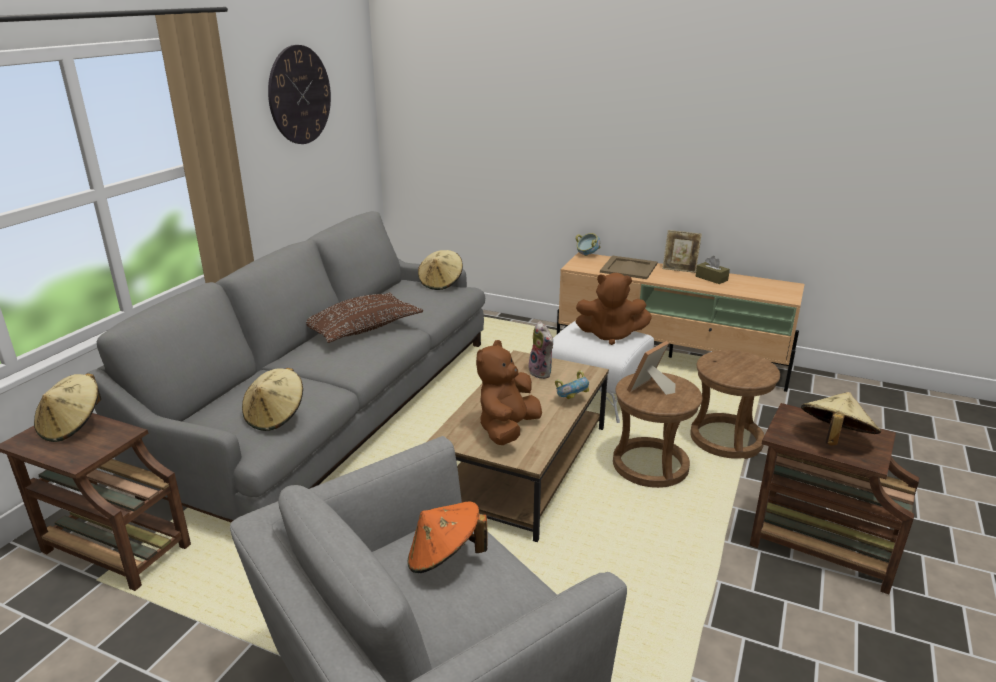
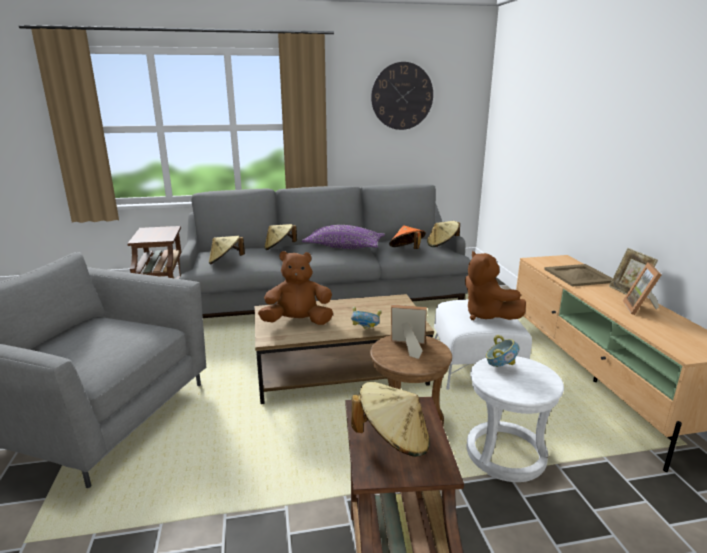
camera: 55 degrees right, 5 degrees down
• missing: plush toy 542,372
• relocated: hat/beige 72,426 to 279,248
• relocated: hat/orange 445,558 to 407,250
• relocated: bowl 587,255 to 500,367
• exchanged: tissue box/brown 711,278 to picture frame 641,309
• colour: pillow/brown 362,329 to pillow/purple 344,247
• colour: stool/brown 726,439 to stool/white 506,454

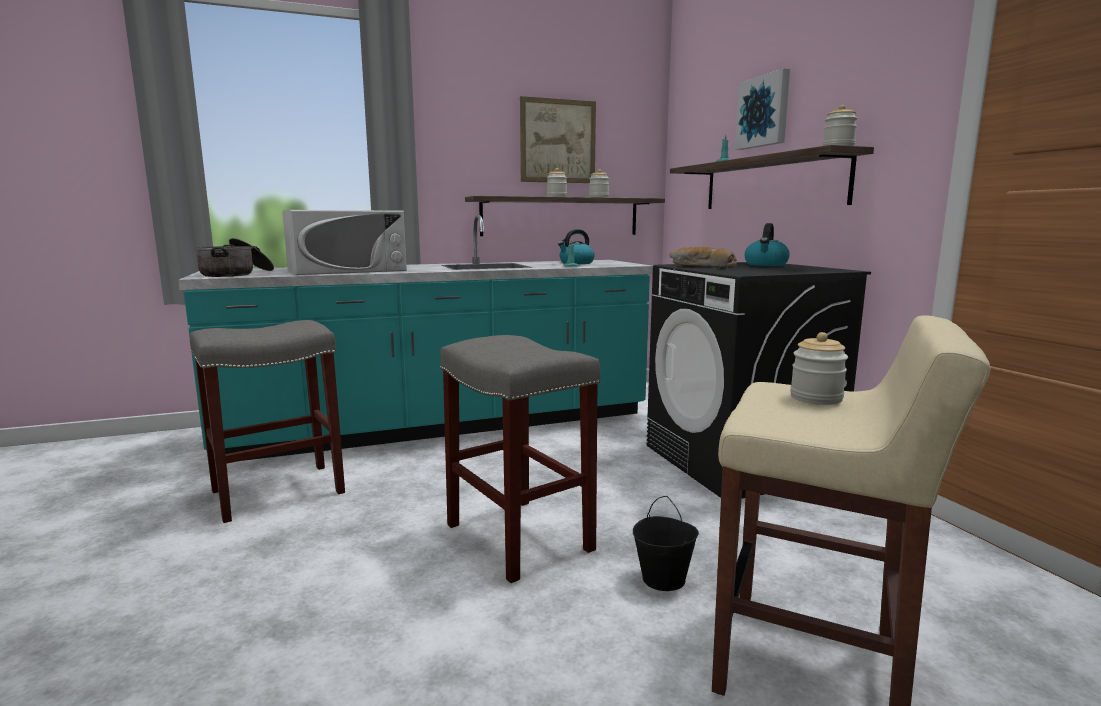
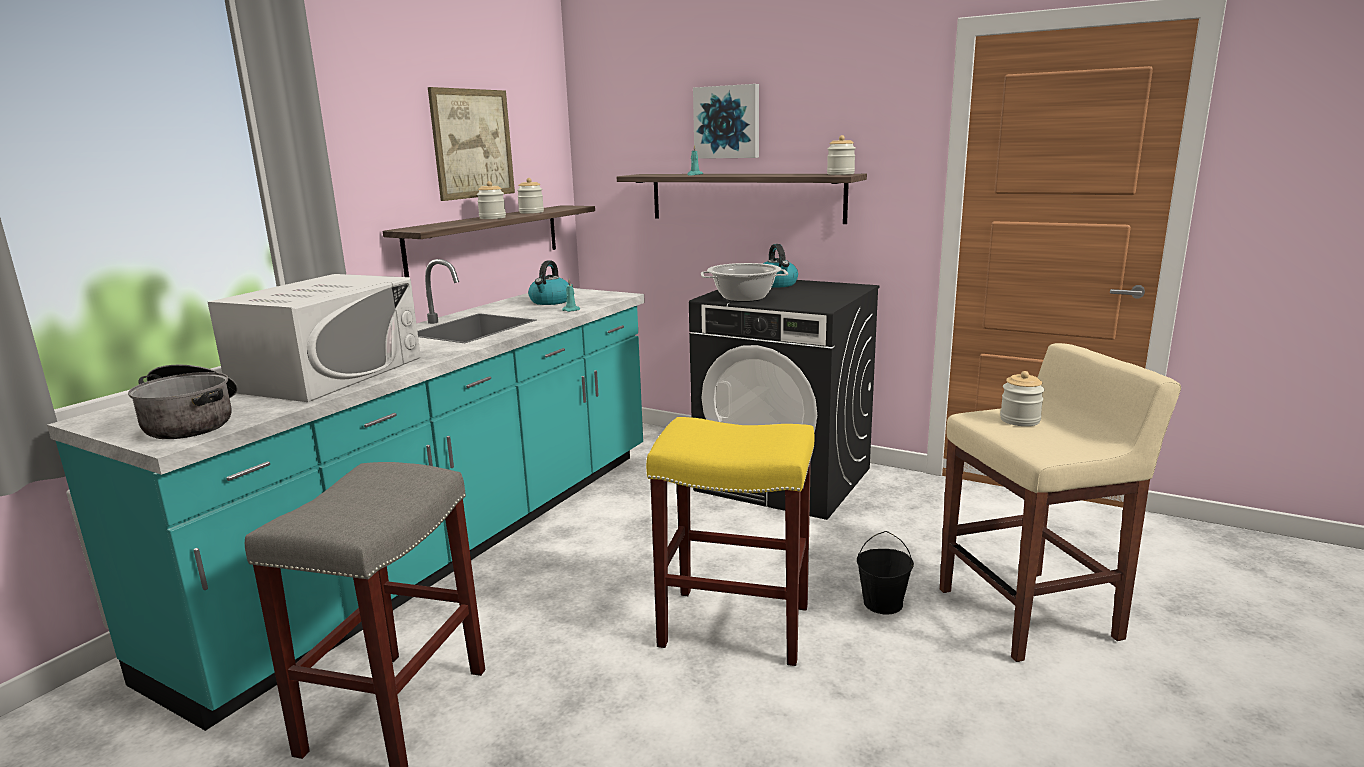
camera: 40 degrees left, 5 degrees up
• exchanged: bread 701,266 to cooking pot 743,298
• colour: stool/grey 520,538 to stool/yellow 737,625

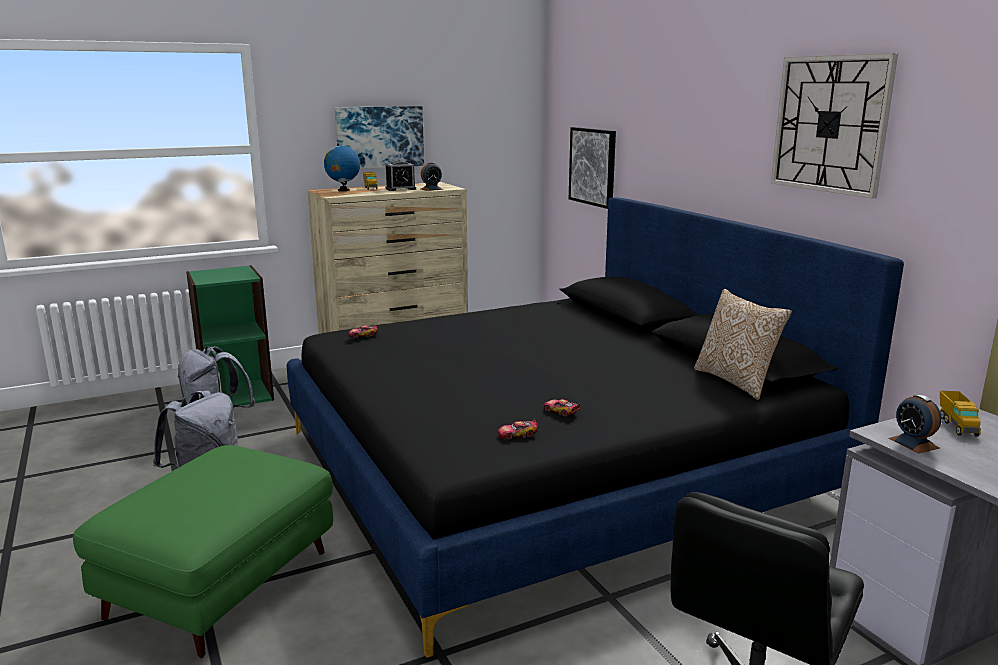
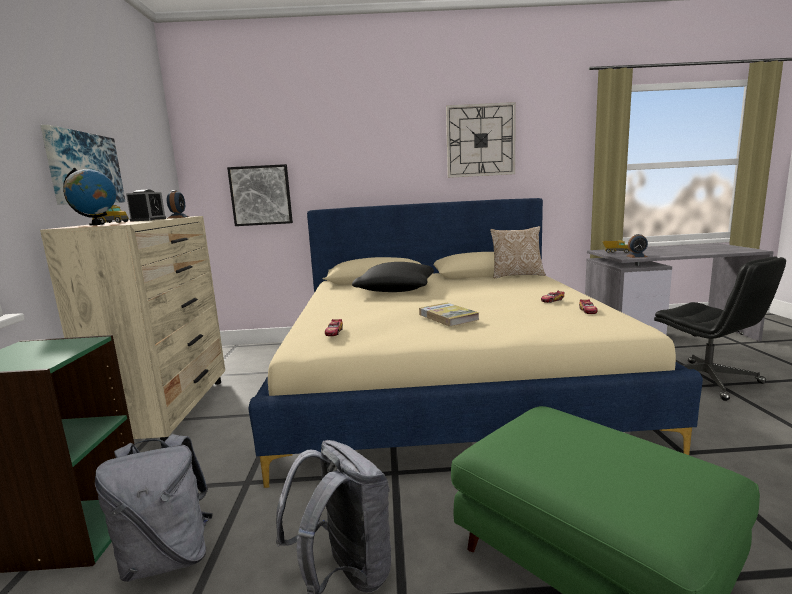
camera: 65 degrees left, 5 degrees down
• appeared: pillow/black 396,290
• appeared: book 448,317
• colour: bed/black 550,468 to bed/beige 446,381

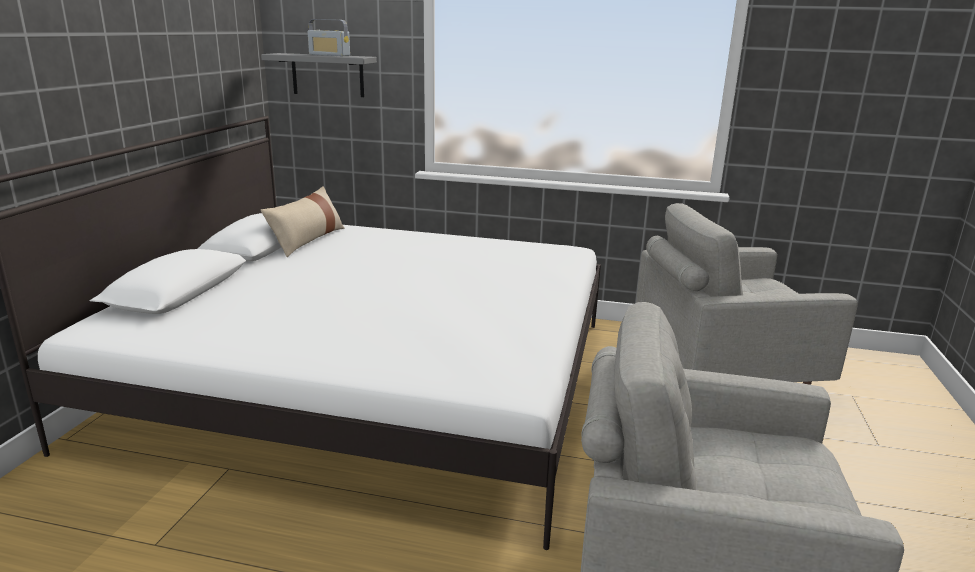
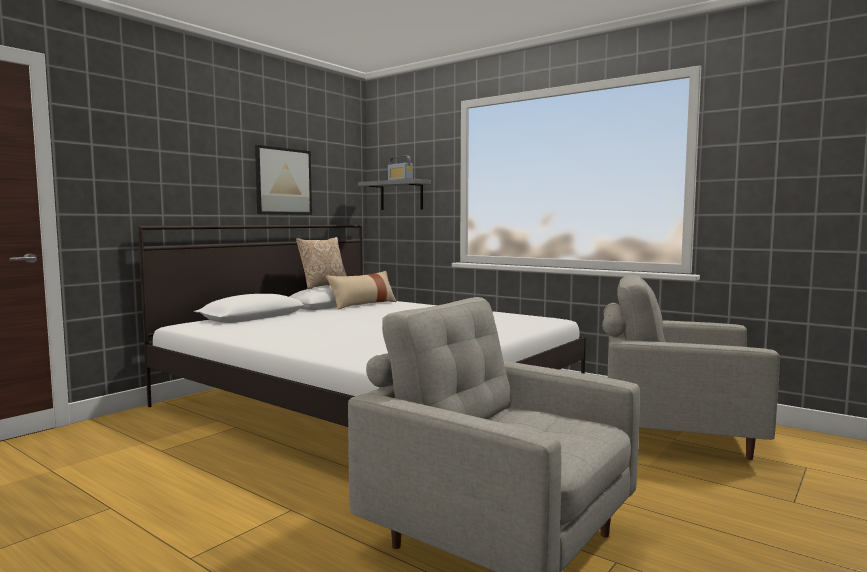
camera: 25 degrees right, 15 degrees down
• appeared: picture 283,181
• appeared: pillow 323,286

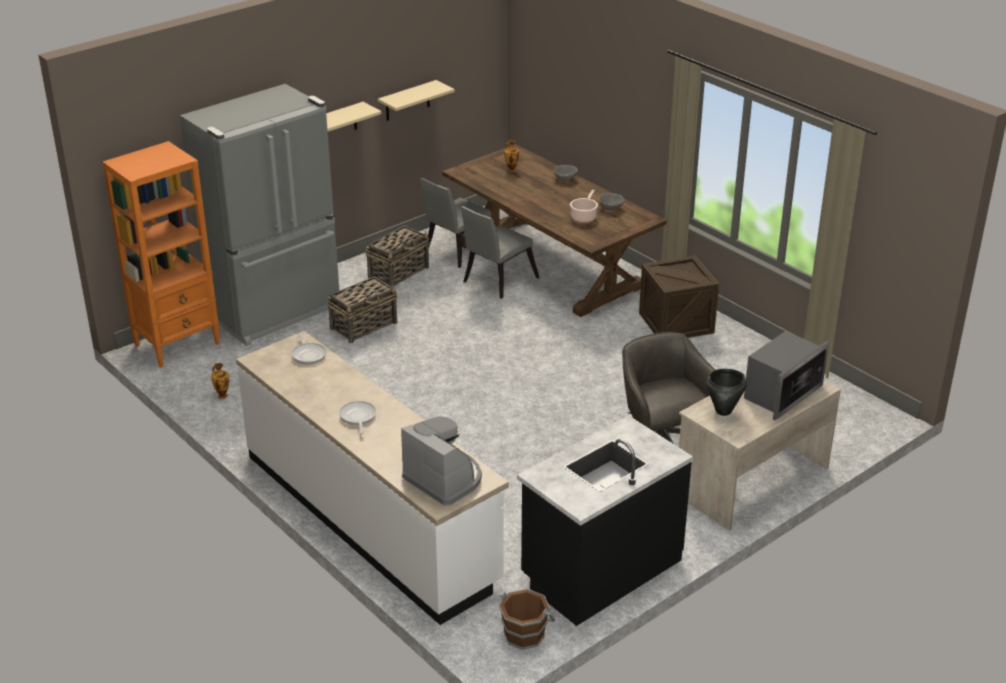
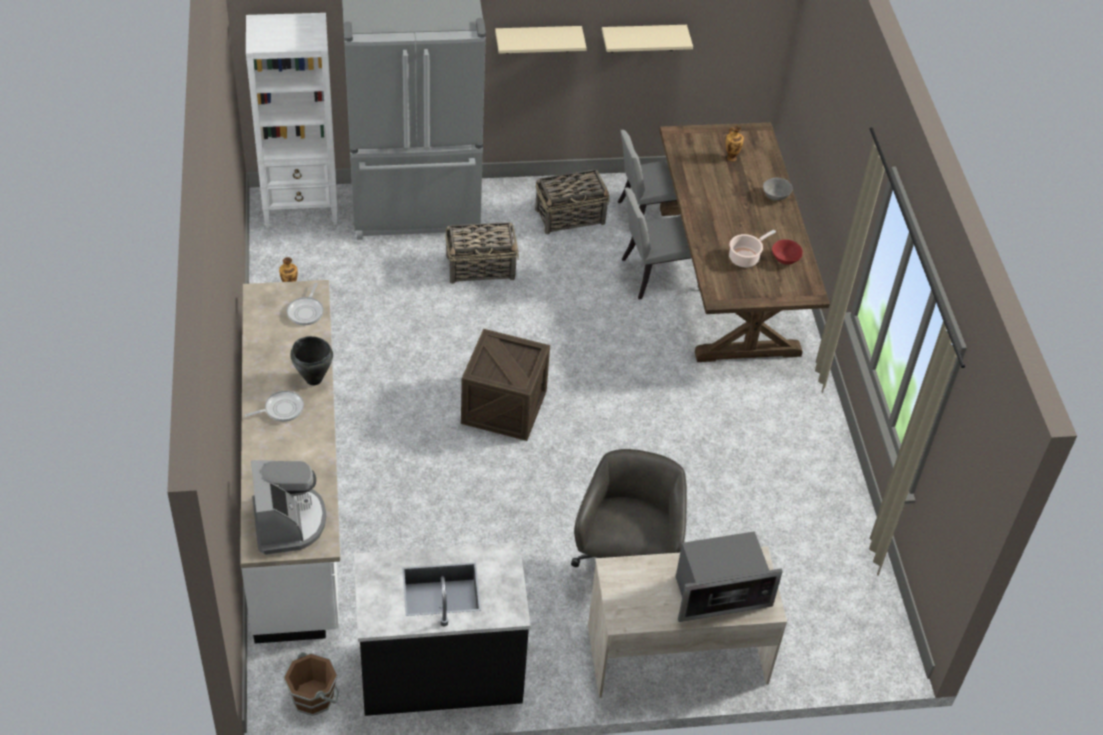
camera: 30 degrees right, 15 degrees up
• relocated: crate 676,323 to 504,407
• relocated: cooking pot/black 723,411 to 313,379
• colour: bookcase/orange 178,344 to bookcase/white 302,207
• colour: bowl/grey 610,208 to bowl/red 784,259
• spun: frying pan 358,417 = 281,409 45 degrees clockwise

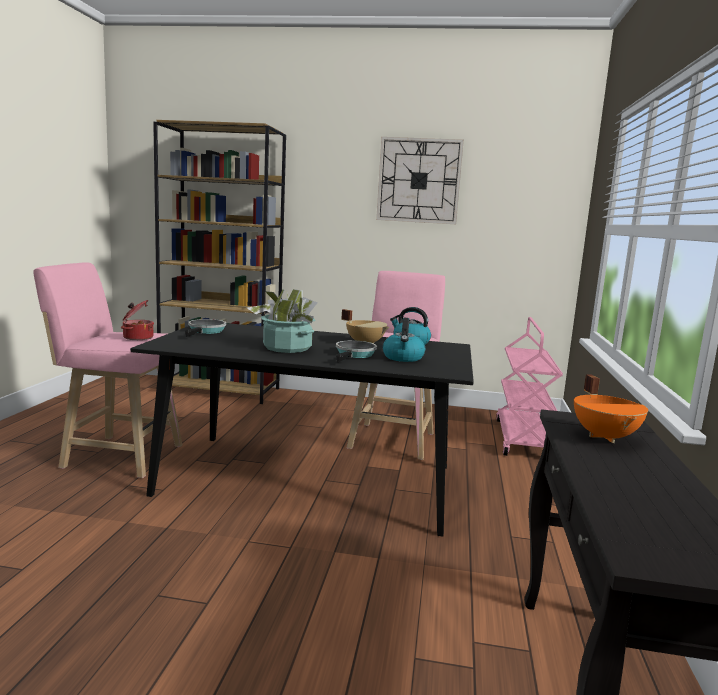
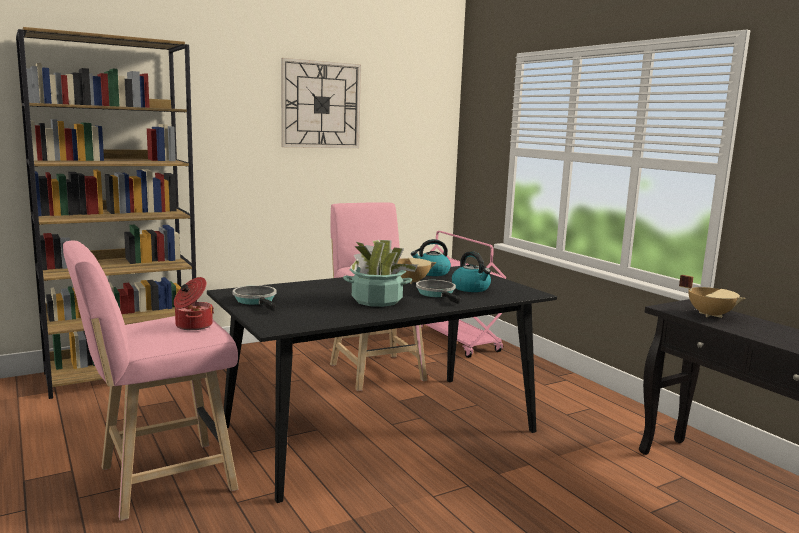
camera: 40 degrees left, 0 degrees up
• colour: cooking pot/orange 606,437 to cooking pot/beige 710,315

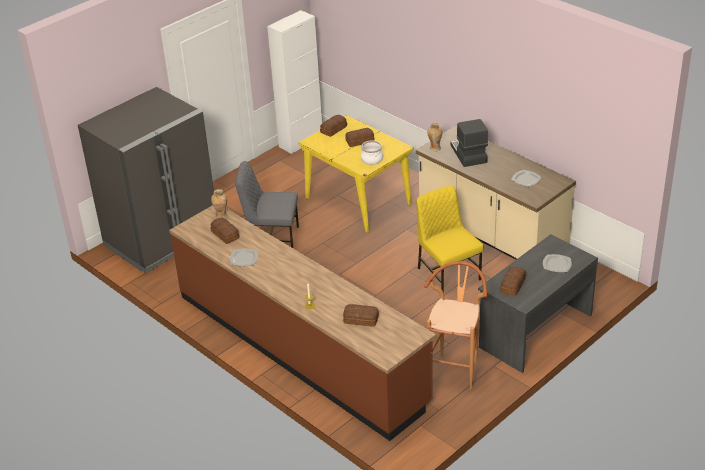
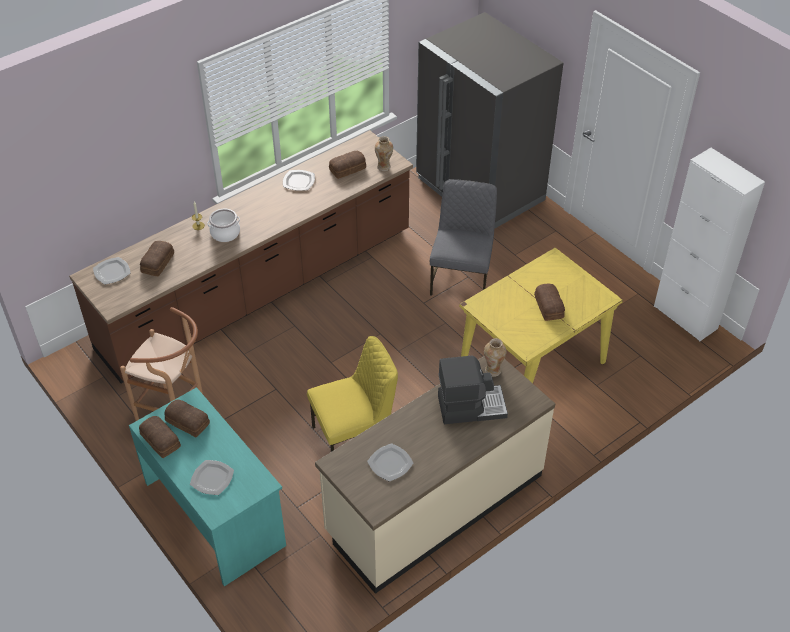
camera: 95 degrees right, 10 degrees up
• appeared: plate 112,271
• relocated: bread 334,129 to 160,441
• relocated: cooking pot 372,159 to 225,233
• colour: desk/grey 534,330 to desk/turquoise 216,513

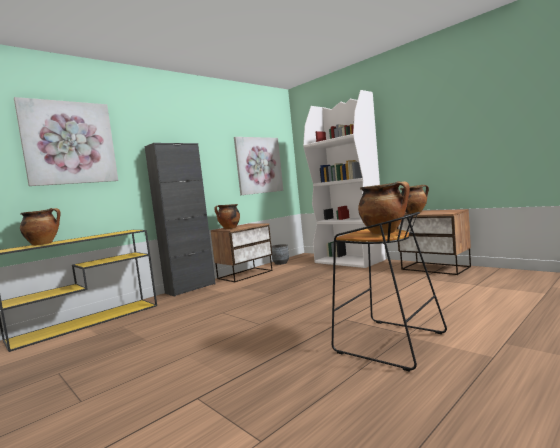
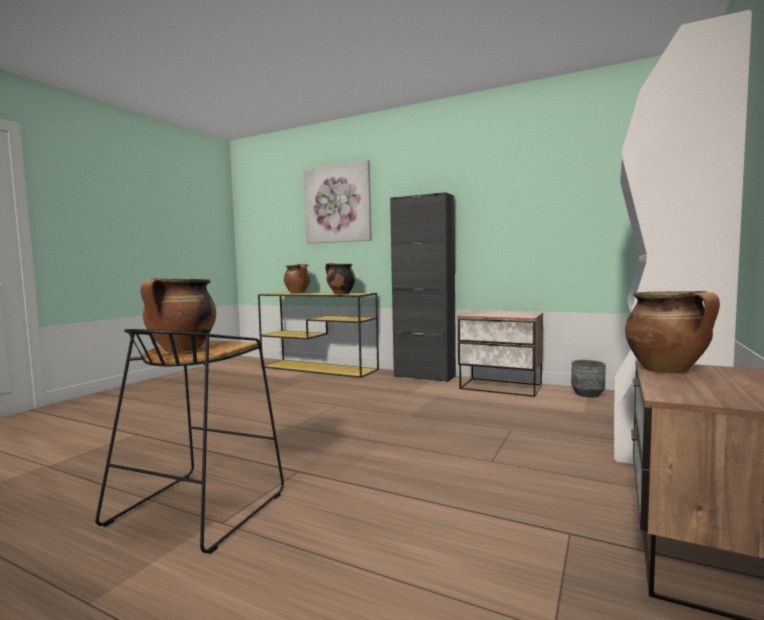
camera: 70 degrees right, 0 degrees up
• missing: picture 258,165
• relocated: cooking pot 229,228 to 340,294

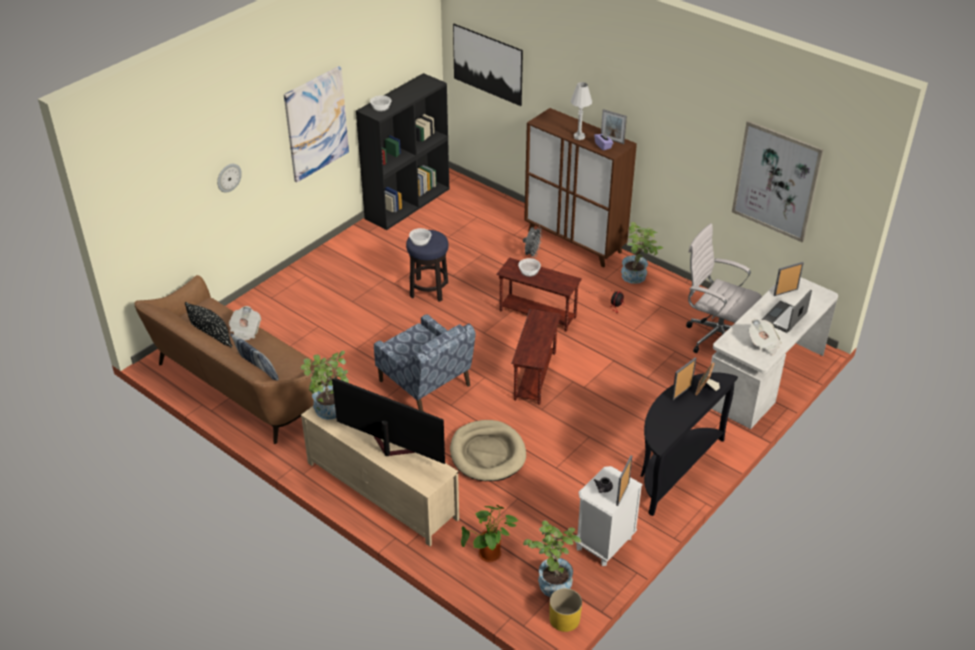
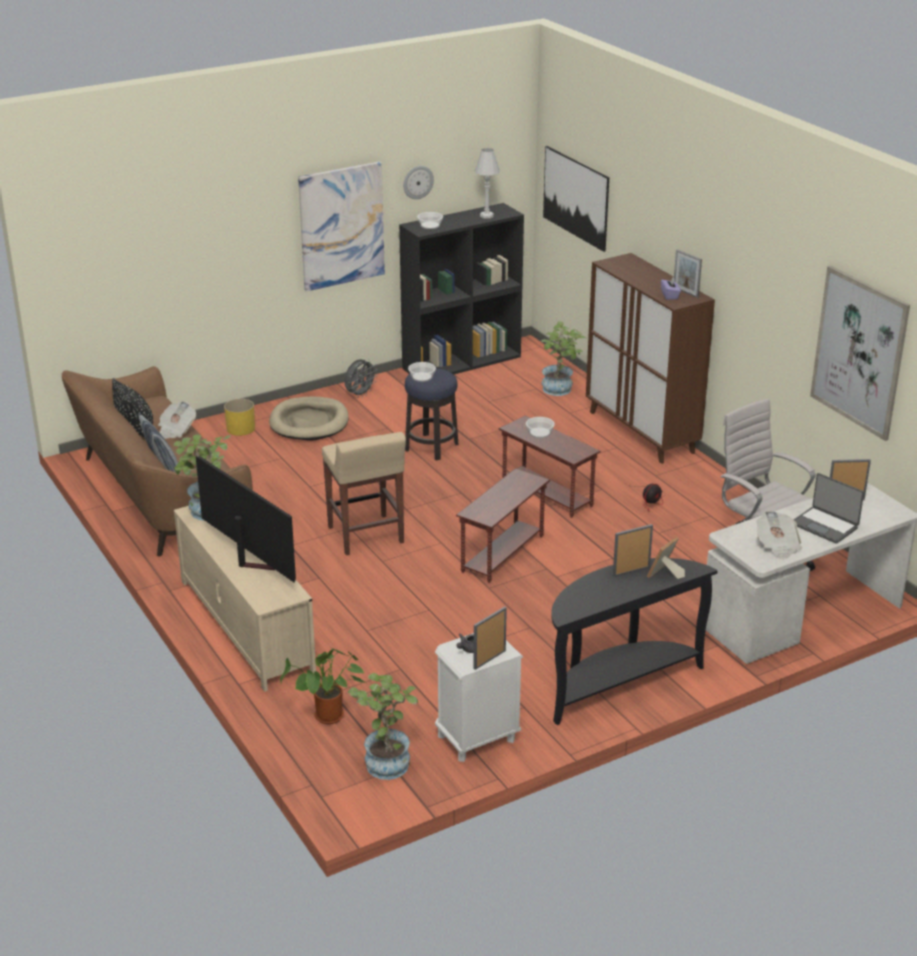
camera: 20 degrees right, 10 degrees down
• relocated: wall clock 228,177 to 417,182
• relocated: dog bed/beige 487,453 to 309,422
• relocated: fan/grey 532,254 to 360,394
• relocated: planter/yellow 564,619 to 240,429
• relocated: table lamp/white 579,137 to 486,216
• relocated: potted plant 637,276 to 561,390
• exchanged: armchair/blue 425,384 to stool/beige 366,536
• spun: laptop 784,318 = 825,525 105 degrees counterclockwise

